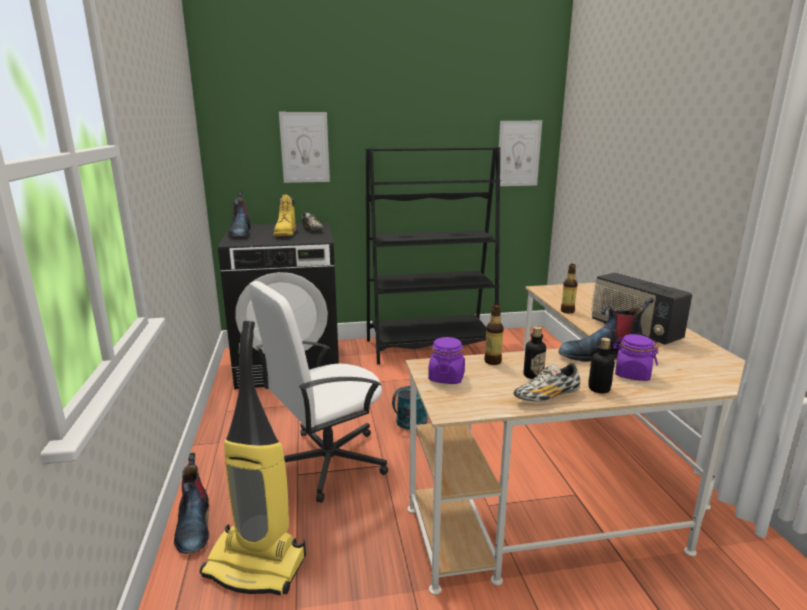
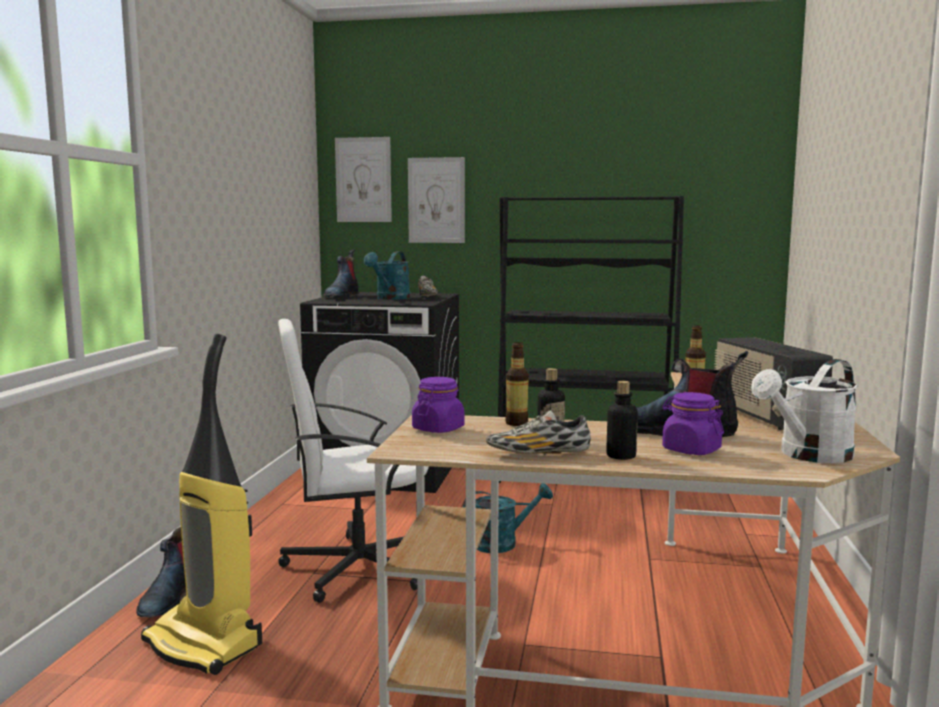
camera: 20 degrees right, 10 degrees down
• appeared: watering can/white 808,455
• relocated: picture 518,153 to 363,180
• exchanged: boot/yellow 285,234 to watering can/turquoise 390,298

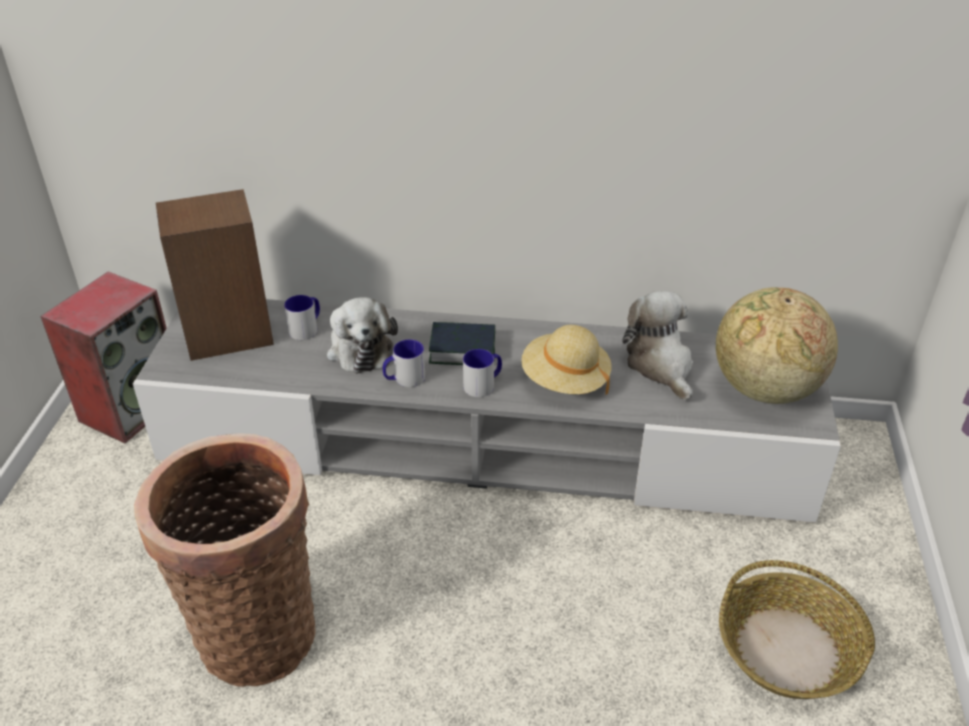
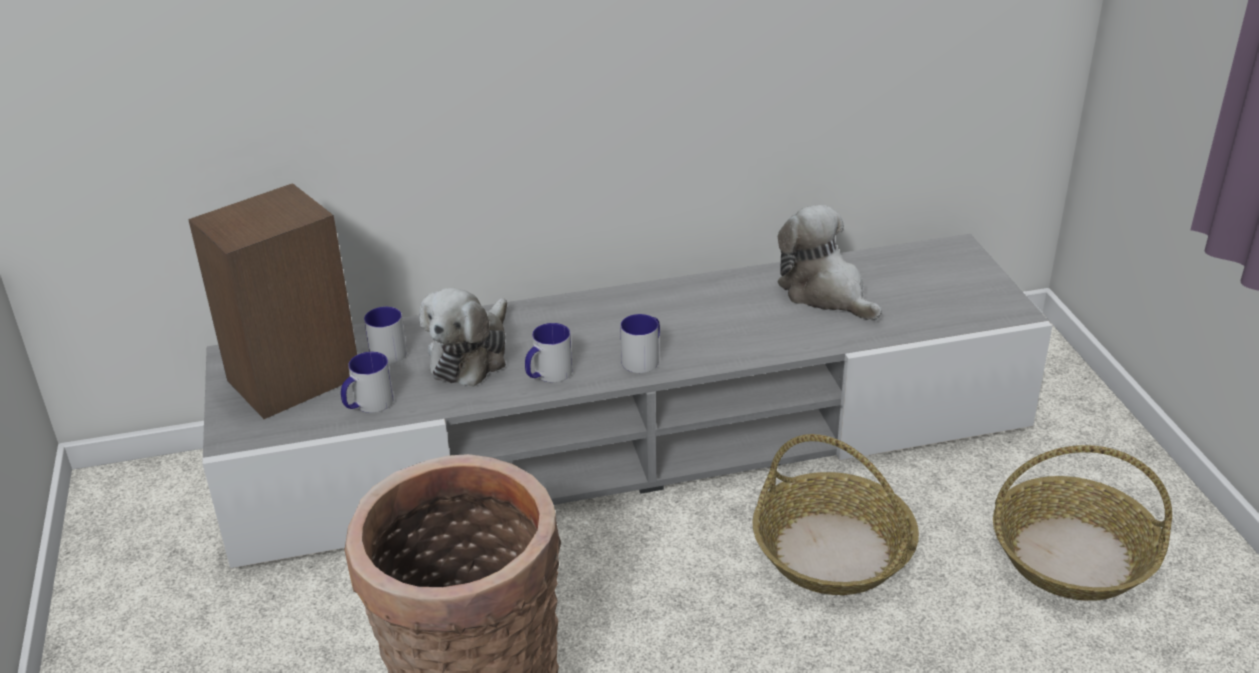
camera: 20 degrees left, 5 degrees down
• missing: speaker 132,406
• missing: book 462,350
• missing: hat/beige 565,380
• missing: globe 764,389
• appeared: mug 368,404
• appeared: basket 833,551
• spun: plush toy 359,348 = 471,355 60 degrees clockwise

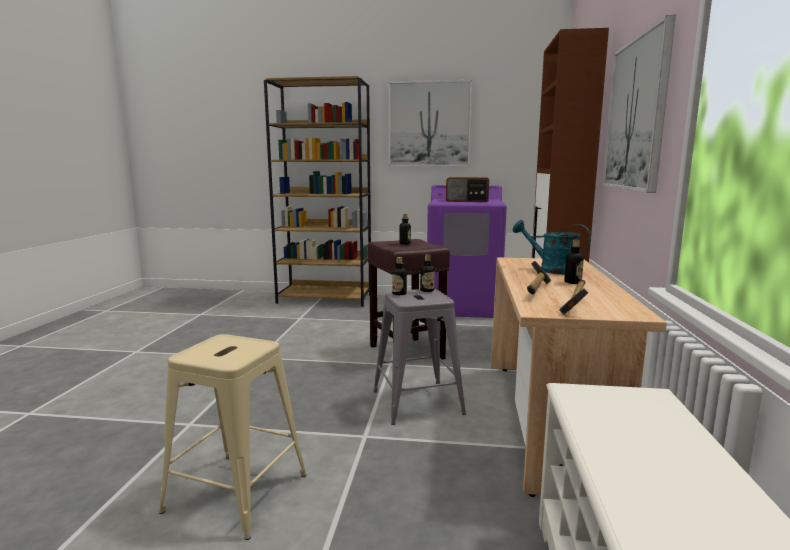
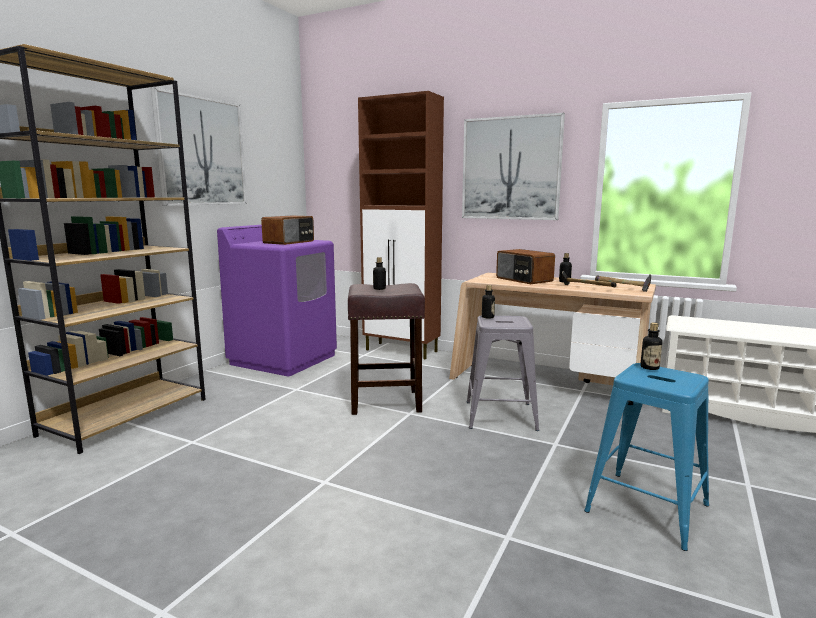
camera: 70 degrees left, 0 degrees up
• relocated: bottle 399,293 to 649,367
• exchanged: watering can/turquoise 551,270 to radio 523,280
• colour: stool/beige 237,493 to stool/blue 647,508

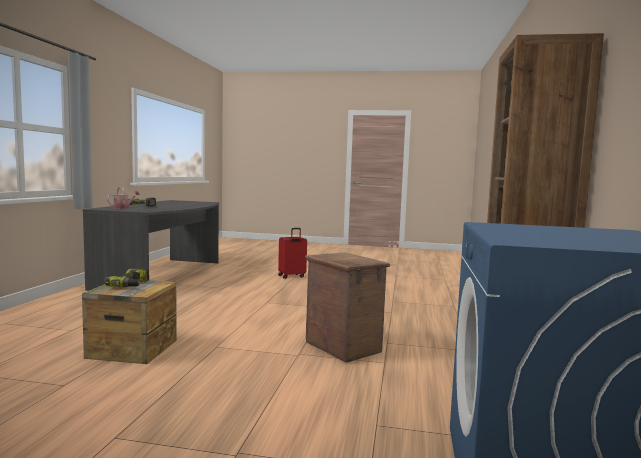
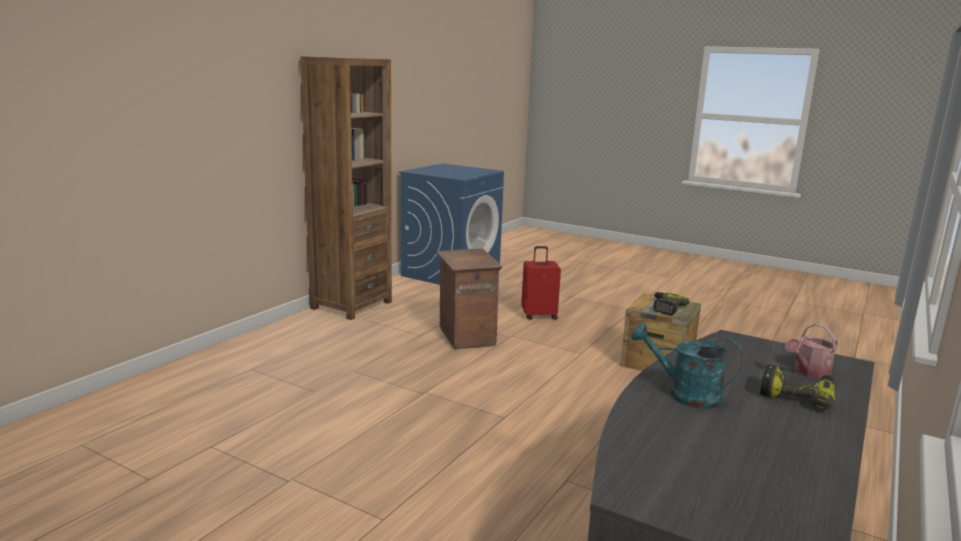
camera: 160 degrees left, 10 degrees up
• appeared: watering can/turquoise 685,395
• relocated: suitcase/red 292,276 to 539,315

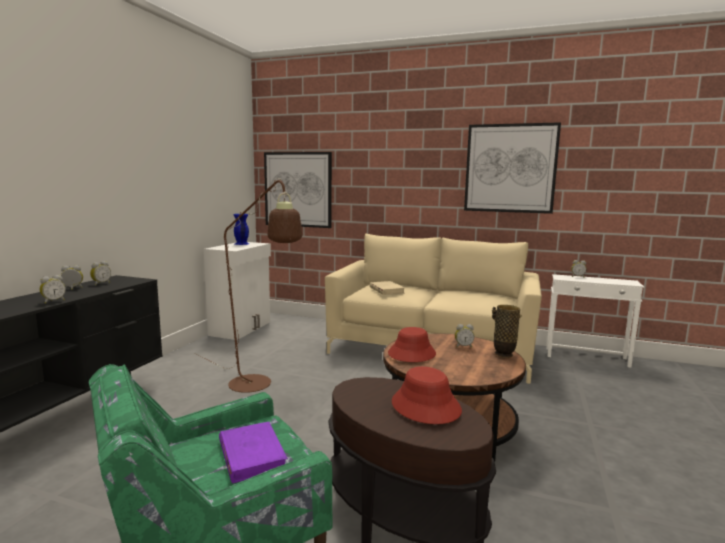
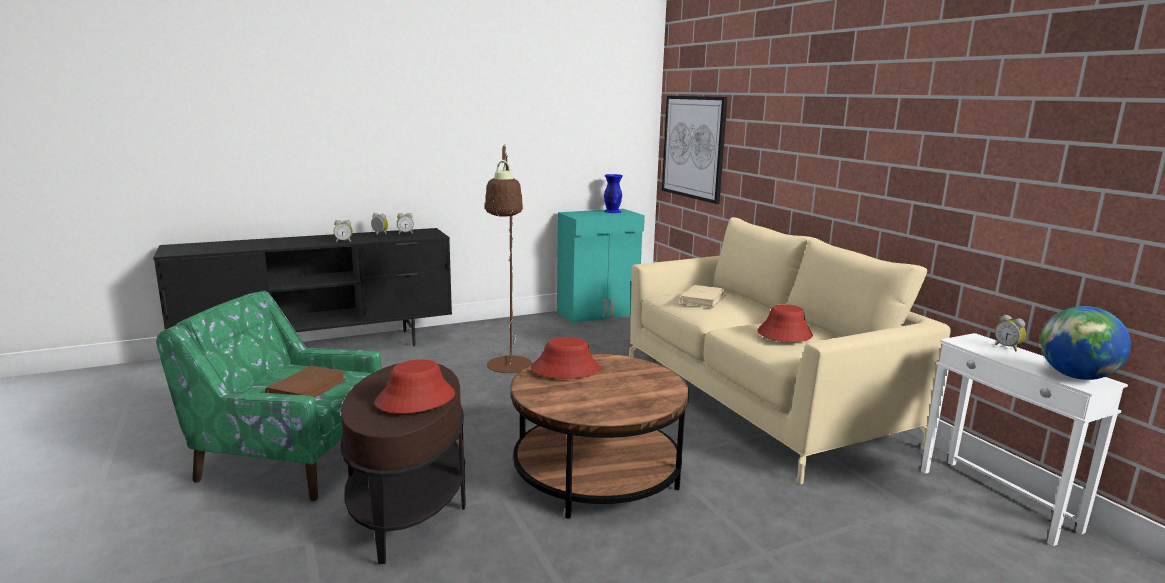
camera: 45 degrees right, 5 degrees up
• missing: alarm clock 463,346
• missing: picture 510,168
• missing: vase 503,354
• appeared: hat/red 784,334
• appeared: globe 1076,377
• colour: cabinet/white 241,328 to cabinet/turquoise 598,313
• colour: book/purple 252,455 to book/brown 307,388

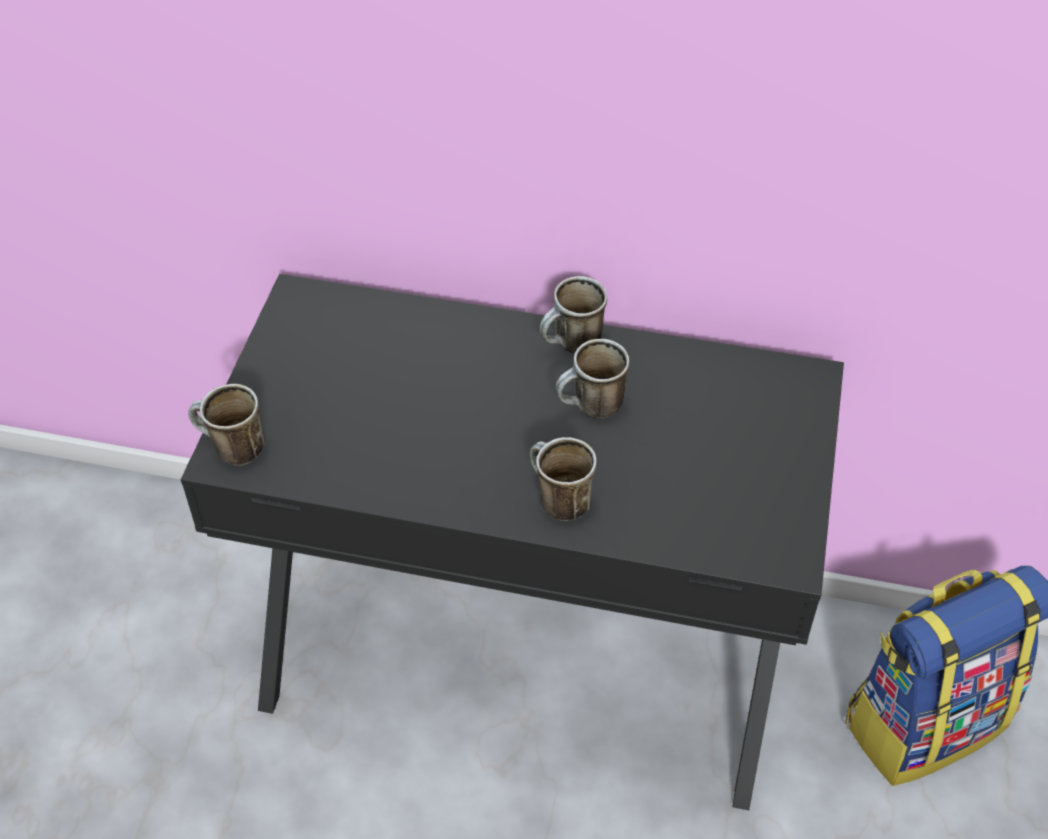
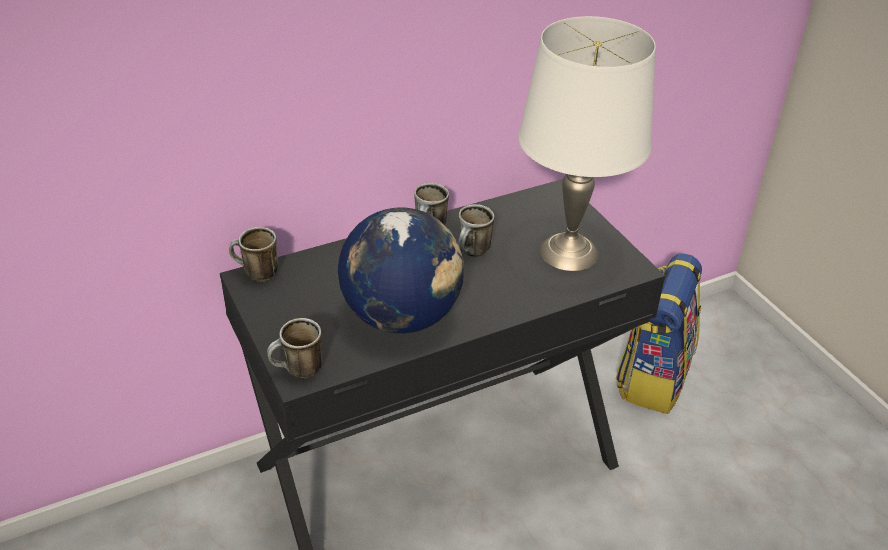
camera: 40 degrees left, 10 degrees down
• appeared: globe 402,316
• appeared: table lamp/white 568,251
• relocated: mug 556,501 to 255,274

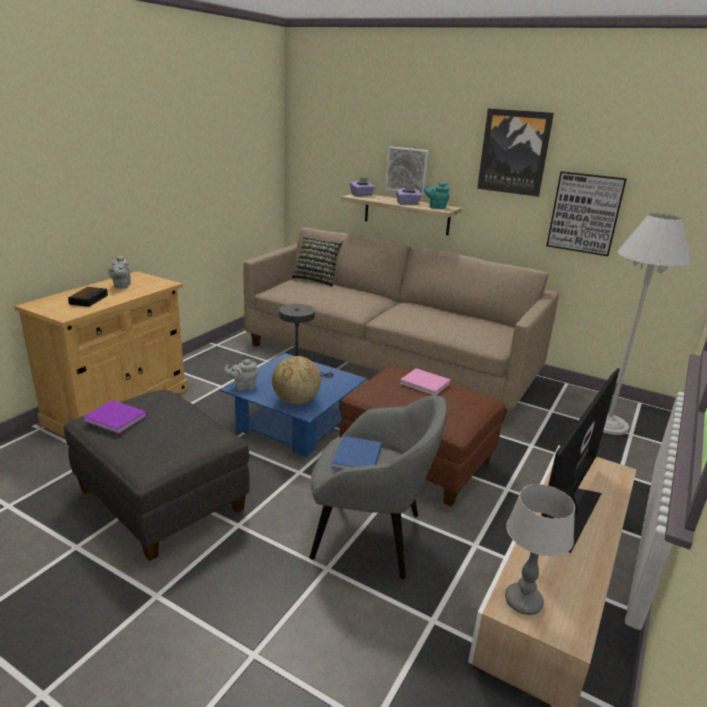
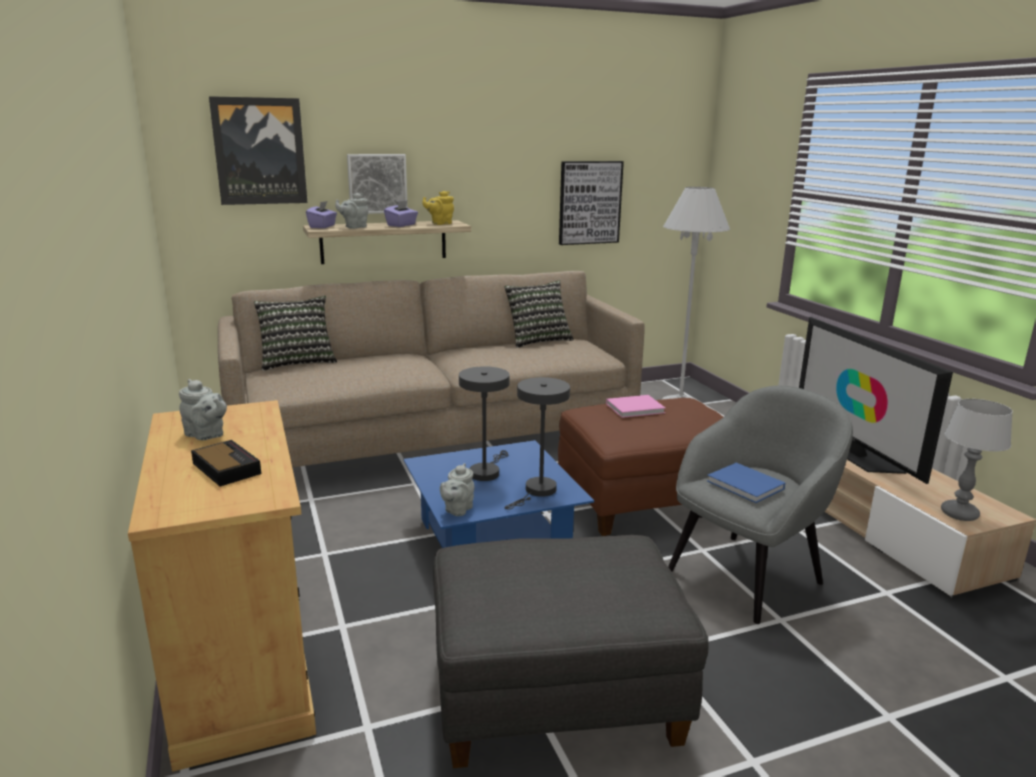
camera: 50 degrees left, 5 degrees down
• missing: book/purple 117,419
• appeared: teapot/grey 354,227
• appeared: pillow 537,340
• relocated: picture 514,152 to 259,151
• exchanged: globe 296,401 to table lamp/grey 537,491
• colour: teapot/turquoise 436,207 to teapot/yellow 440,223

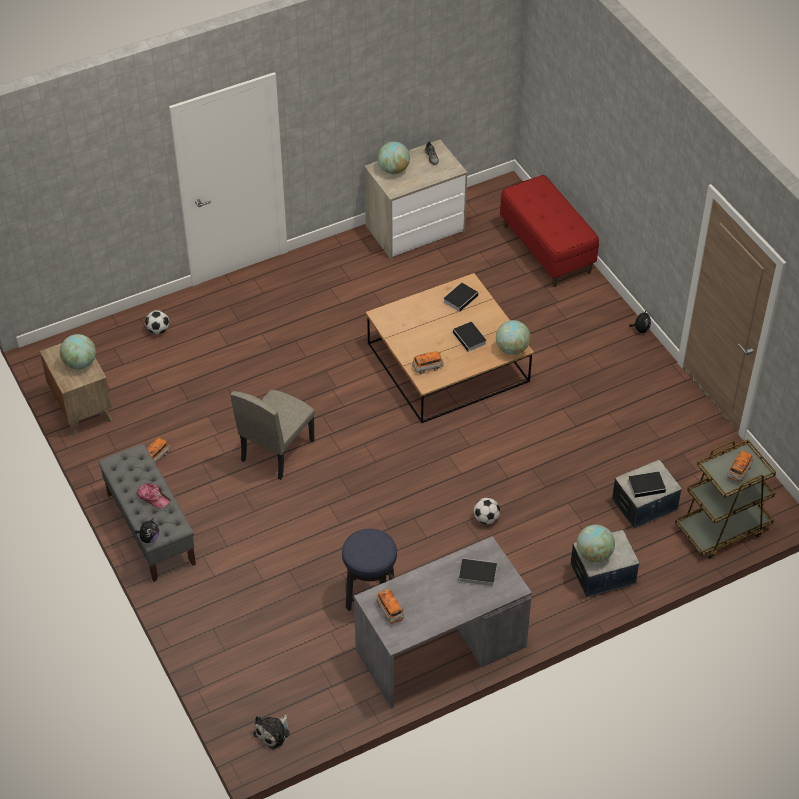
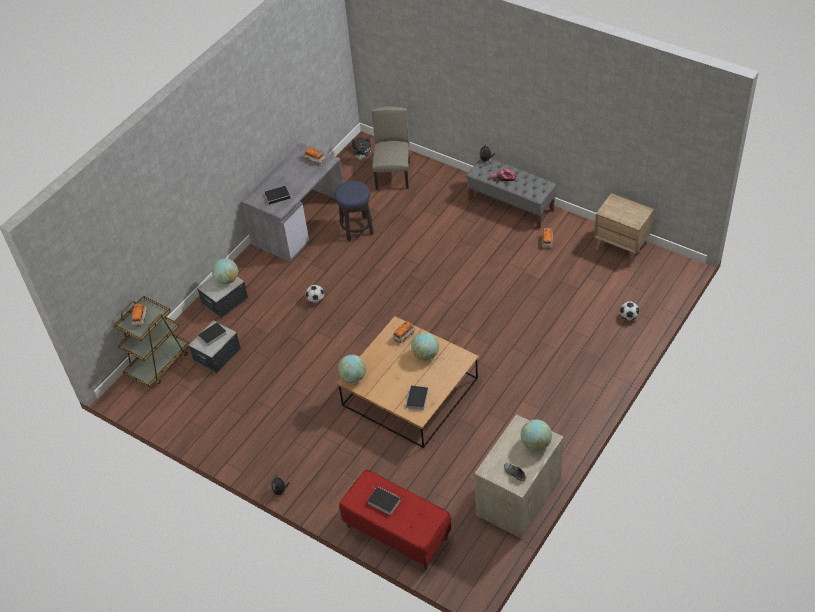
camera: 155 degrees right, 0 degrees up
• relocated: globe 80,363 to 425,355
• relocated: chair/beige 277,450 to 393,175
• relocated: book 470,339 to 383,501

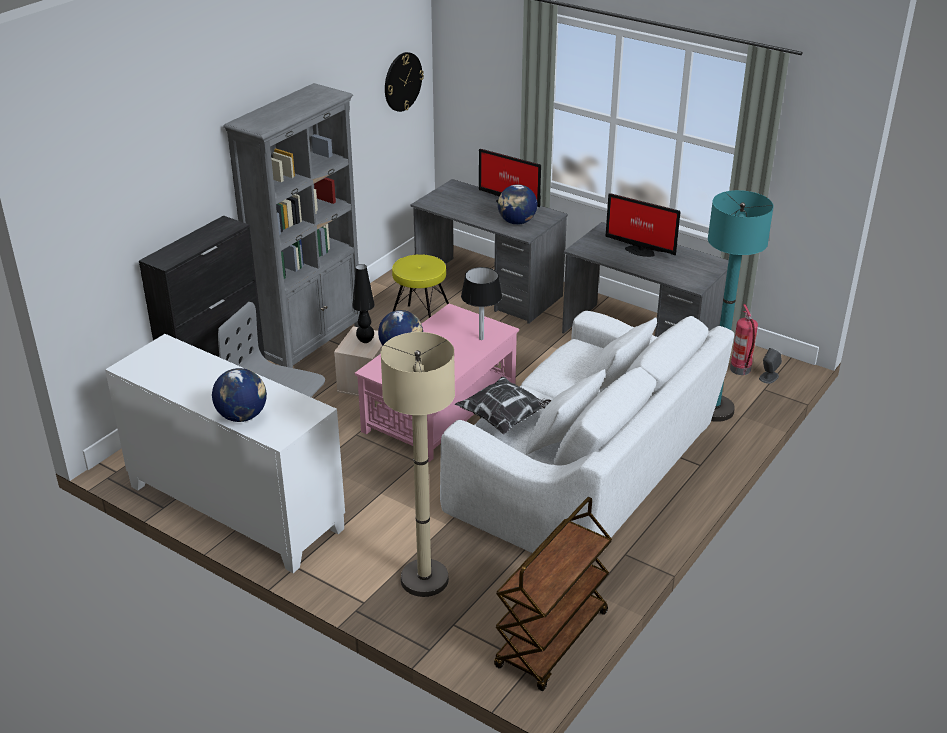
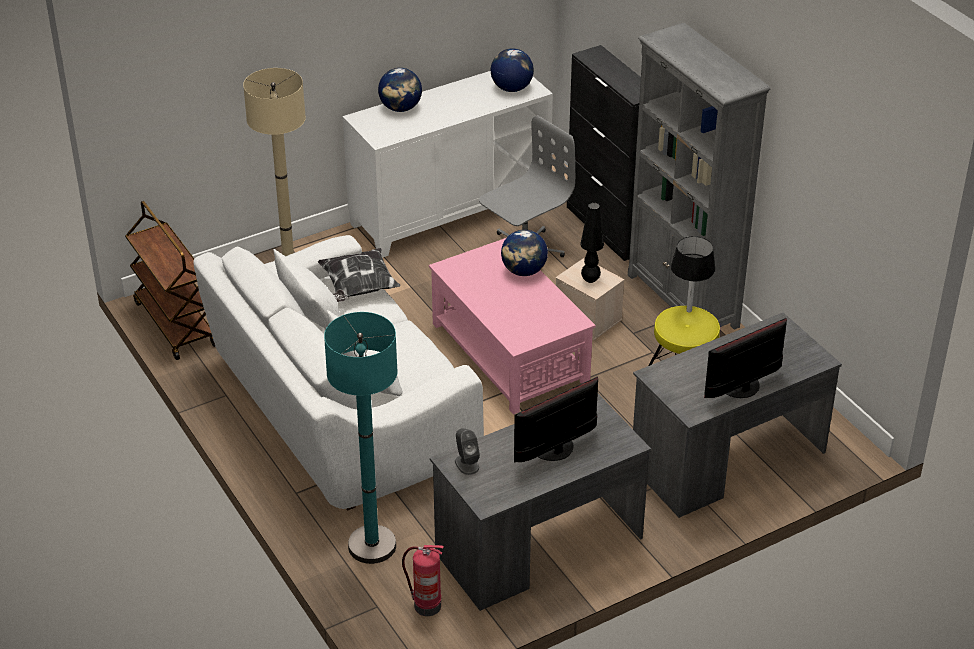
camera: 115 degrees right, 5 degrees up
• missing: wall clock 402,81
• relocated: table lamp/black 481,338 to 689,310
• relocated: globe 517,222 to 511,88
• relocated: speaker/grey 768,377 to 466,464

